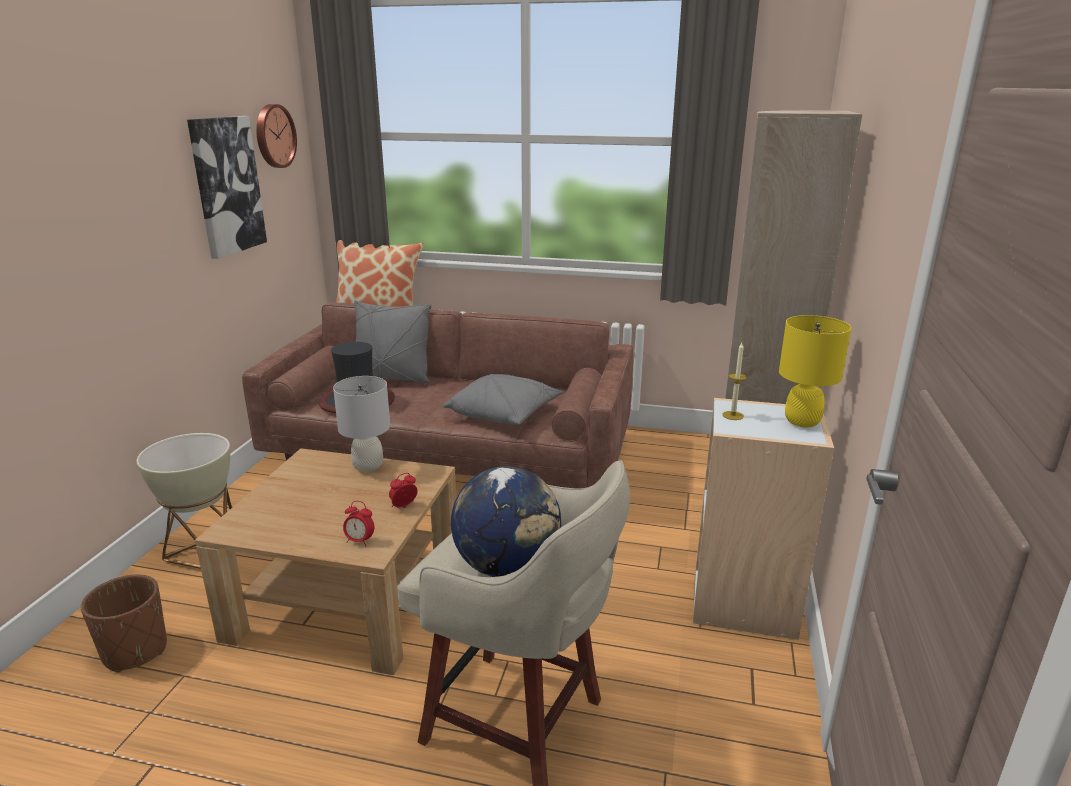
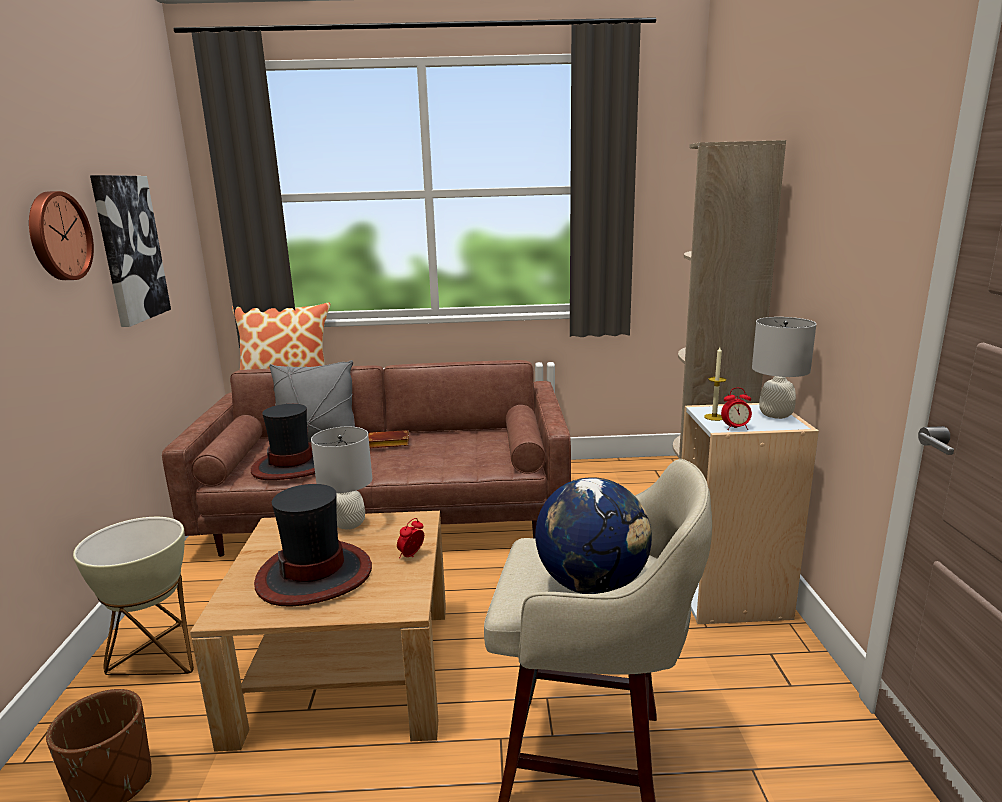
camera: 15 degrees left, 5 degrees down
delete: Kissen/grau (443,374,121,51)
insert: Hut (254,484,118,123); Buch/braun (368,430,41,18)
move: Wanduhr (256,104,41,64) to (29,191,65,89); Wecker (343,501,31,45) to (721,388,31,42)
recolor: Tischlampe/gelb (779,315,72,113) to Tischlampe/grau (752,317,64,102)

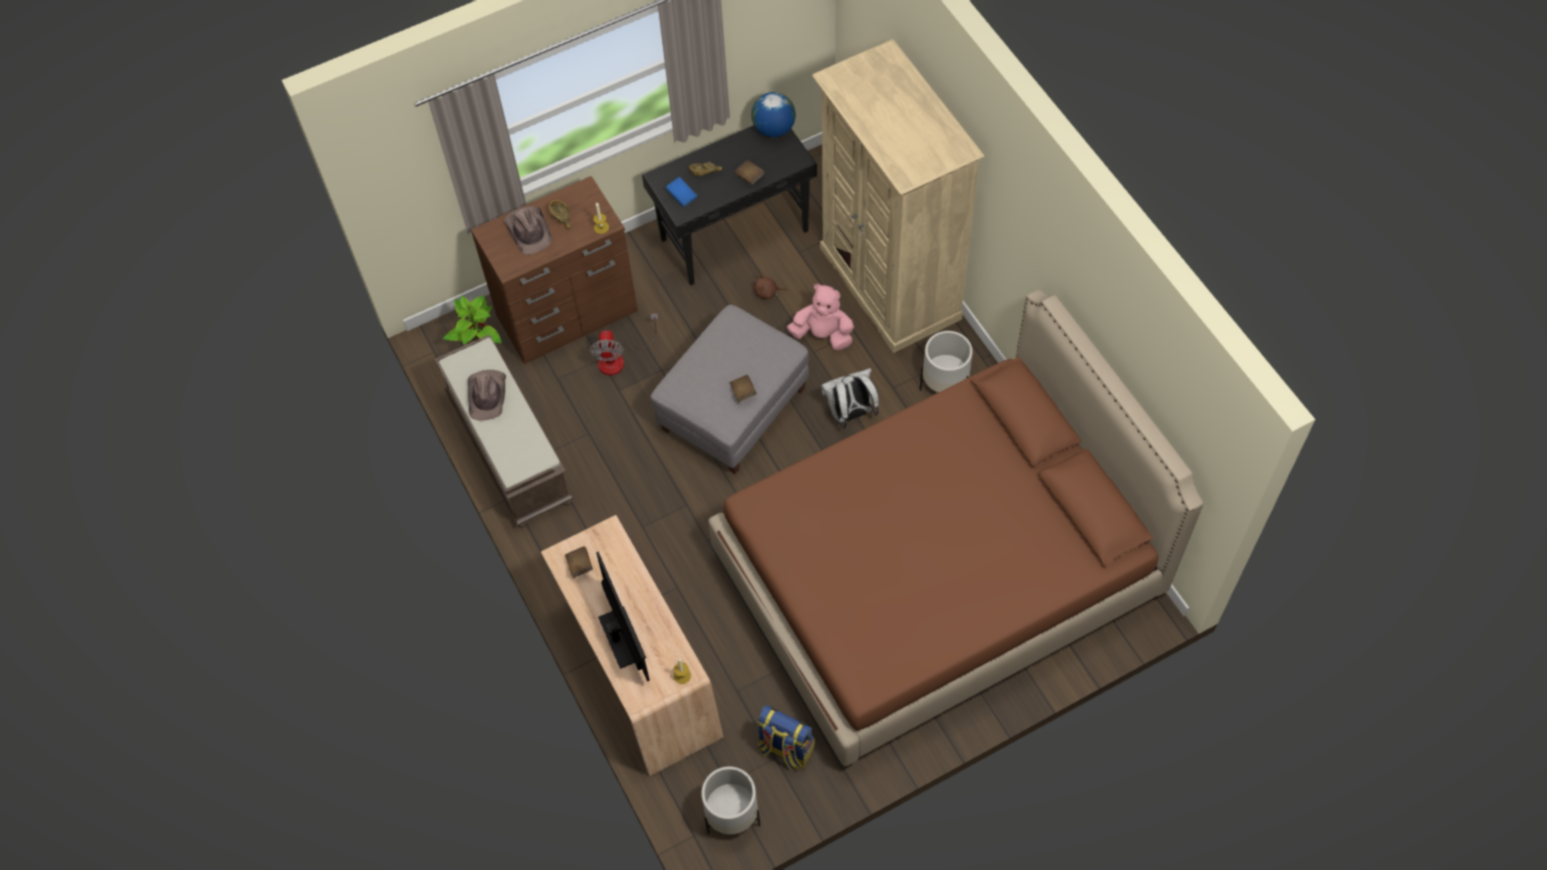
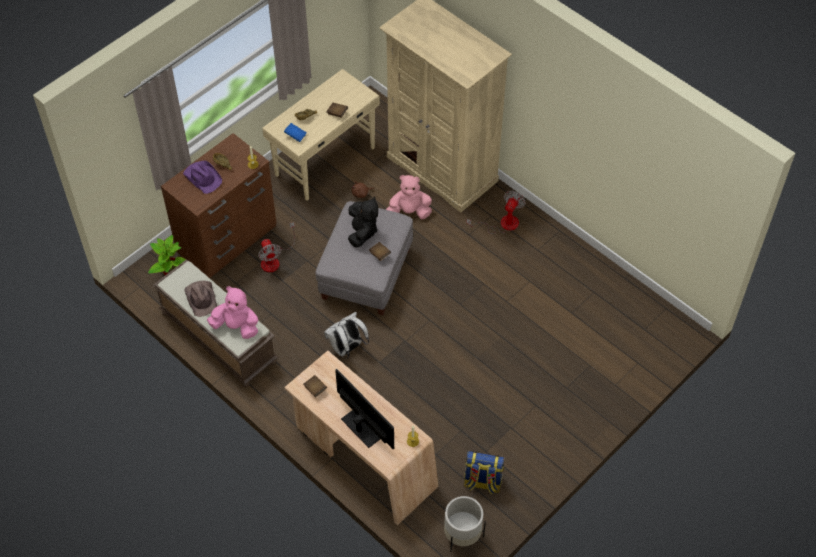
camera: 20 degrees left, 5 degrees down
delete: Bett/braun (708,289,496,479); Globus (751,92,45,45)
insert: Plüschtier/rosa (207,286,51,53); Plüschtier/schwarz (348,196,30,51)
move: Rucksack/weiß (821,368,58,60) to (324,311,45,48)
replace: Pflanzkübel/weiß (920,331,53,62) to Ventilator (466,191,60,43)
recolor: Hut/braun (504,206,48,49) to Hut/lila (183,161,39,33); Konsolentisch/schwarz (642,125,175,160) to Konsolentisch/beige (262,69,118,132)

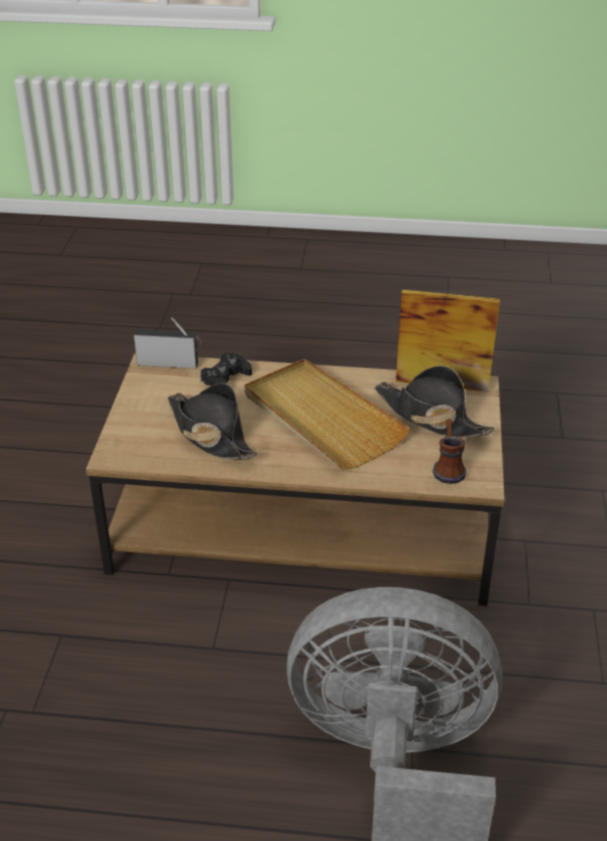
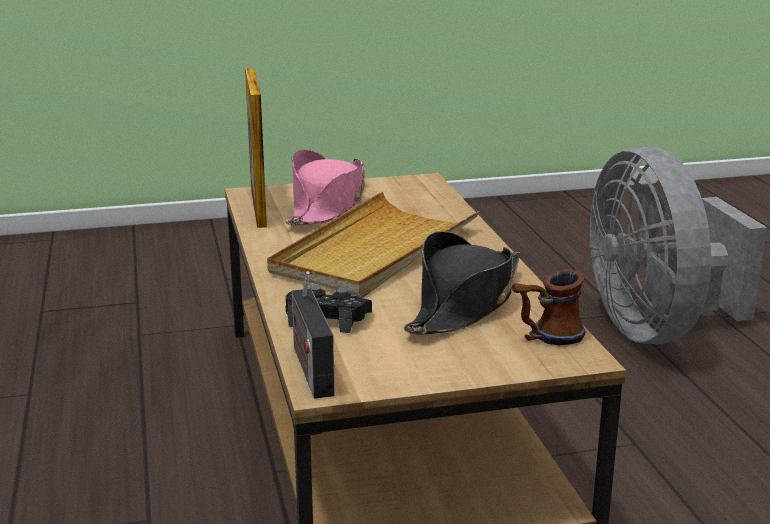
camera: 110 degrees left, 15 degrees down
move: Henkelbecher (433,419,34,65) to (512,269,74,76)
recolor: Hut/schwarz (375,366,120,72) to Hut/rosa (286,149,79,76)

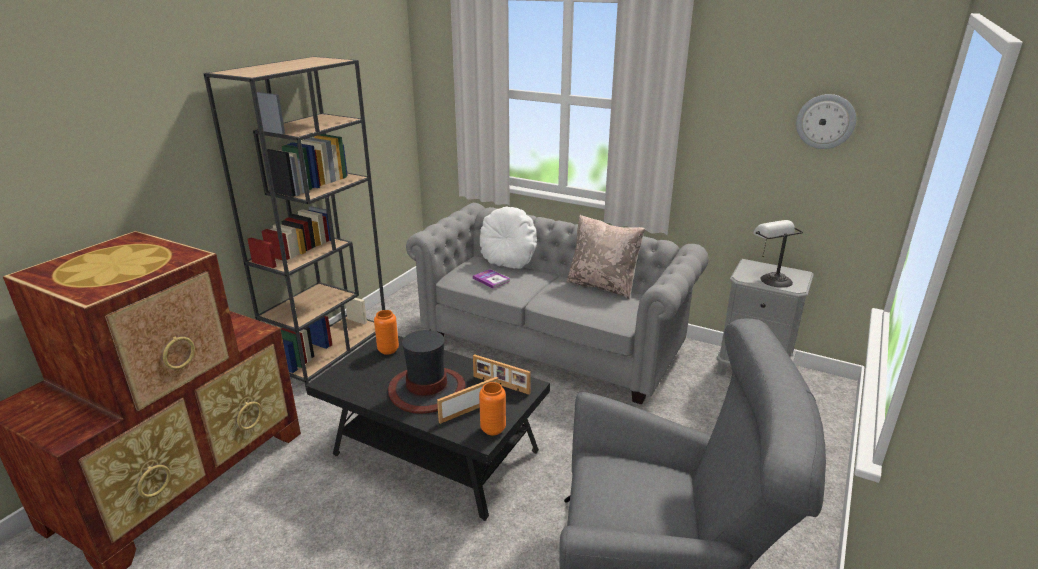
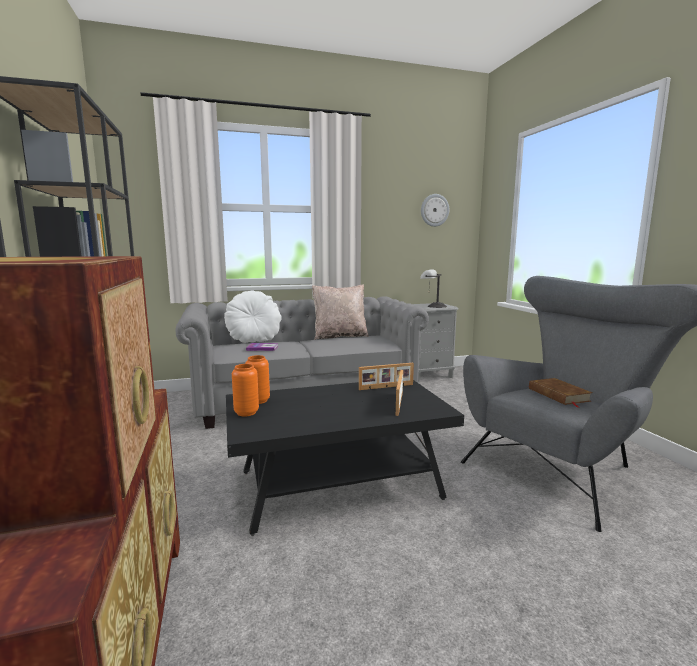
camera: 45 degrees left, 15 degrees down
delete: Hut (388,330,77,84)
insert: Buch/braun (529,378,63,30)
move: Vase/orange (479,382,27,54) to (232,364,27,53)

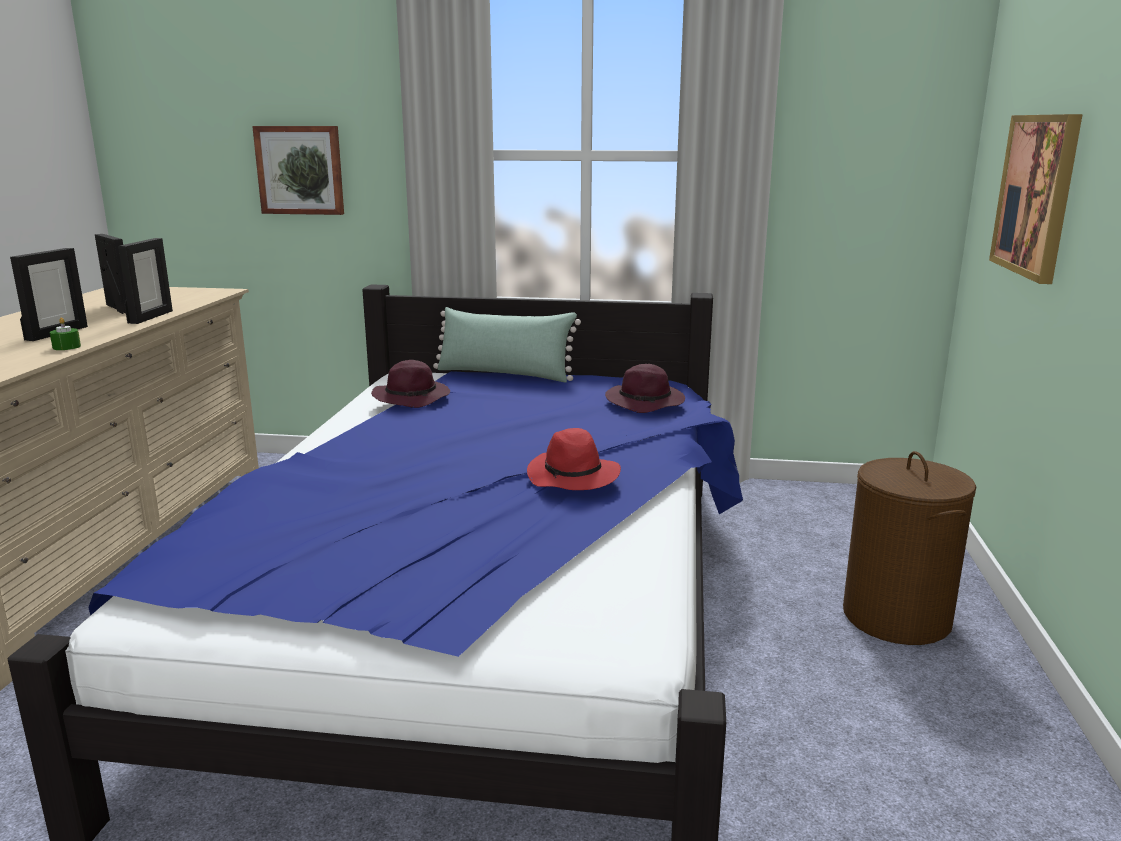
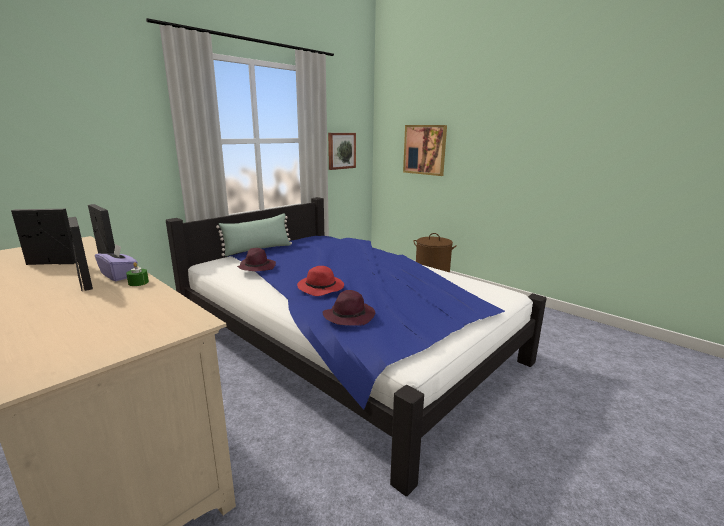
camera: 55 degrees left, 0 degrees up
insert: Taschentuchbox/lila (95,244,43,37)
move: Hut/rot (527,428,94,62) to (297,266,47,30); Hut/lila (605,364,80,49) to (323,290,52,36); Bild (252,126,92,89) to (328,133,28,37)

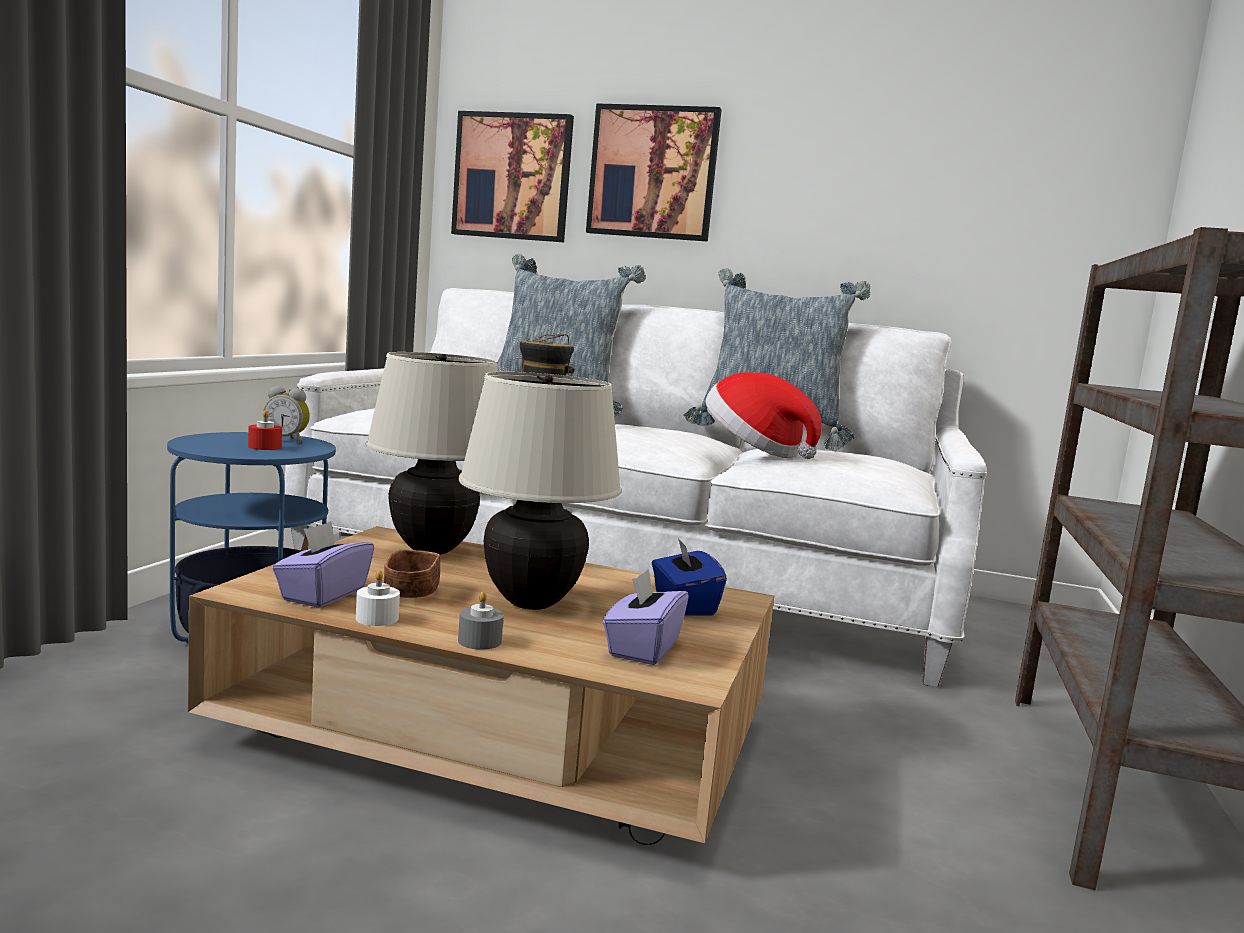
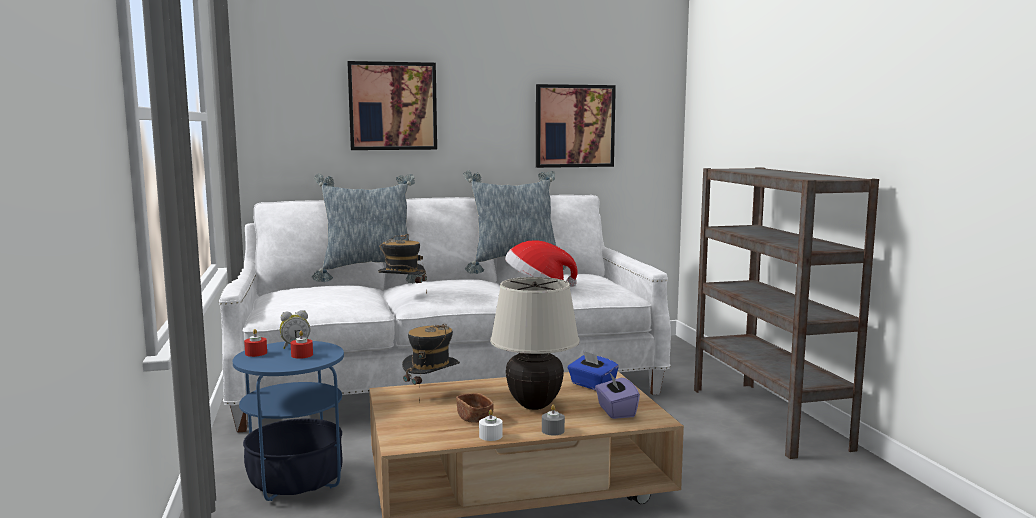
camera: 30 degrees left, 0 degrees up
delete: Taschentuchbox/lila (272,521,102,87)
insert: Kerze/rot (244,329,23,28)
move: Bild (451,111,123,131) to (536,84,80,84)
replace: Tischlampe/beige (366,352,132,203) to Hut (402,324,58,79)

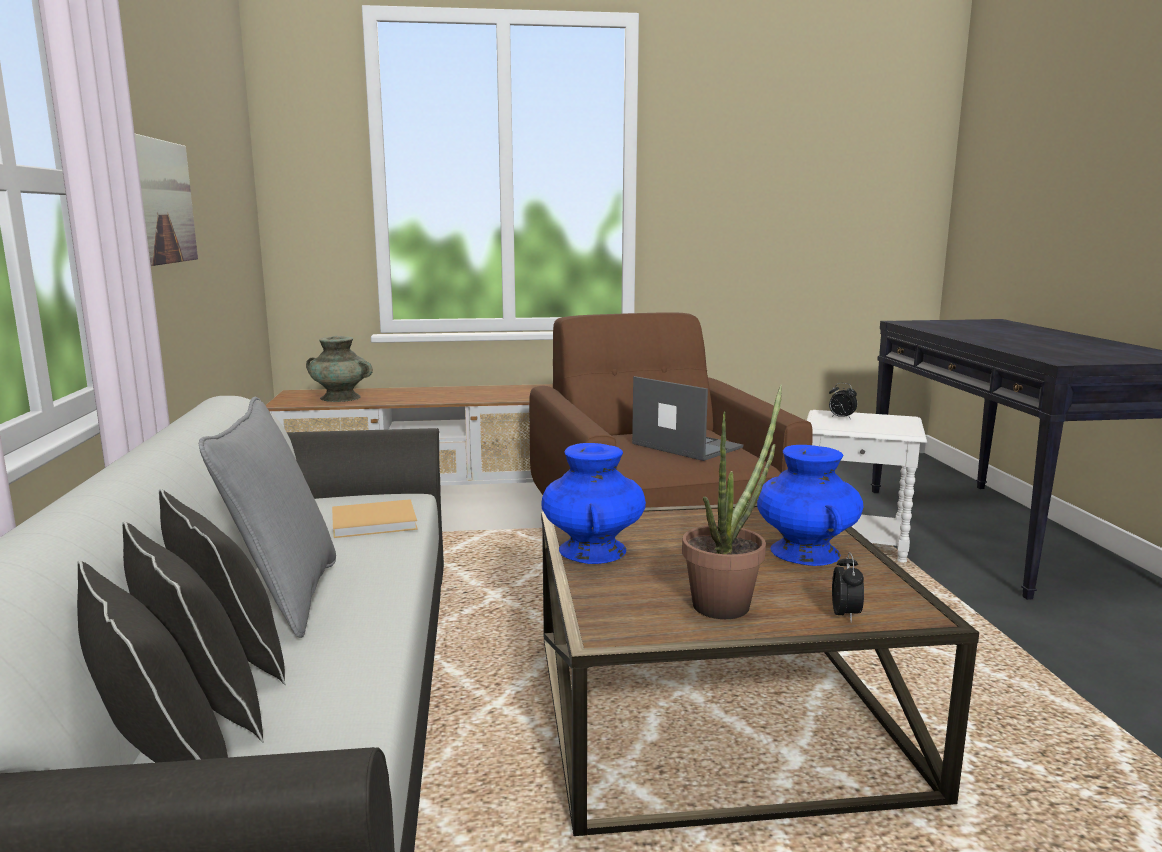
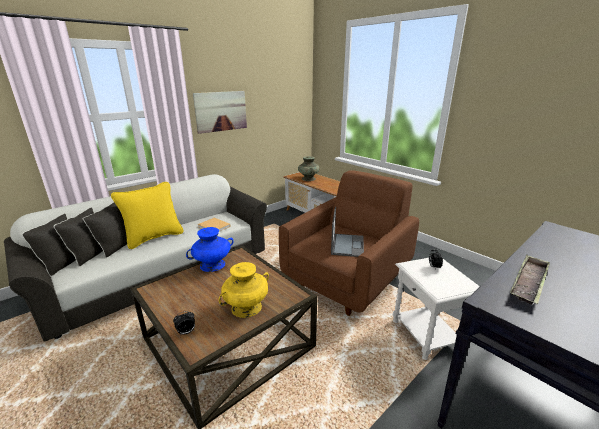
camera: 55 degrees right, 10 degrees up
delete: Topfpflanze (682,384,100,235)
insert: Tablett (510,255,40,50)
recolor: Kissen/grau (199,397,137,241) to Kissen/gelb (111,182,73,67); Vase/blau (757,445,106,121) to Vase/gelb (219,262,50,56)

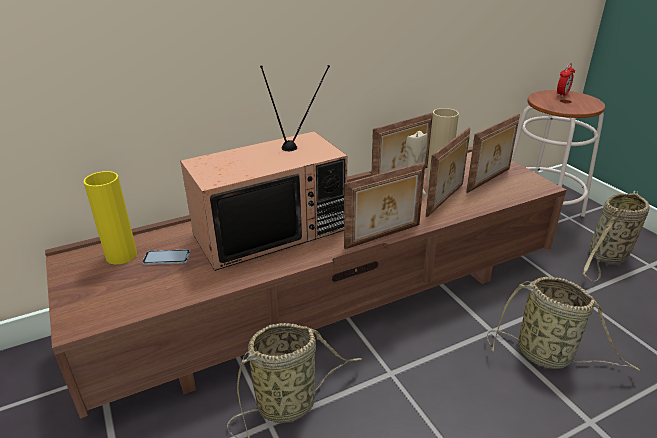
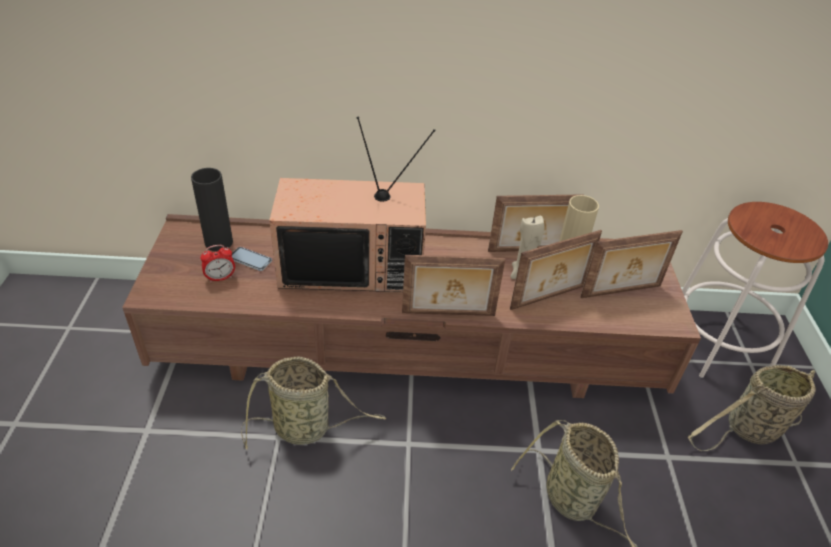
camera: 25 degrees right, 10 degrees up
move: Wecker (557,63,18,34) to (200,245,35,38)
recolor: Vase/gelb (83,171,54,94) to Vase/schwarz (191,168,42,83)

